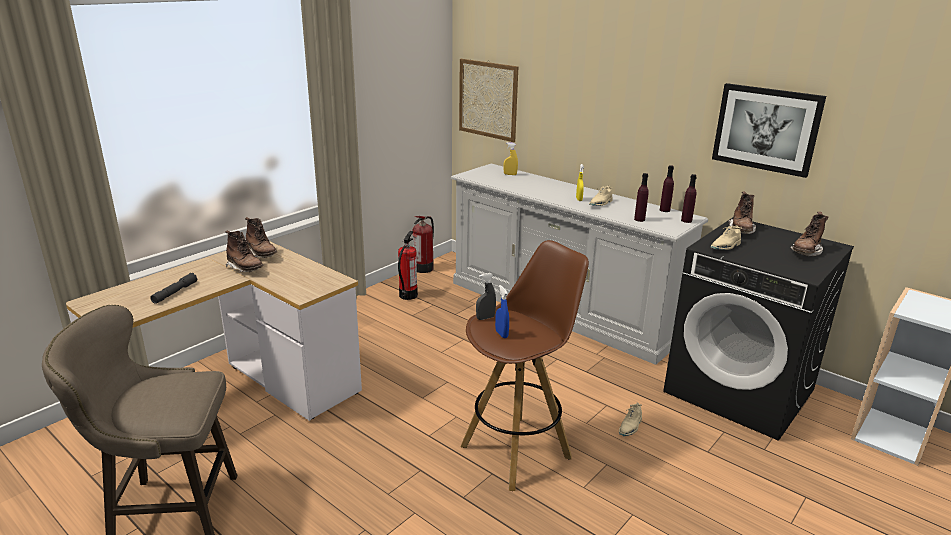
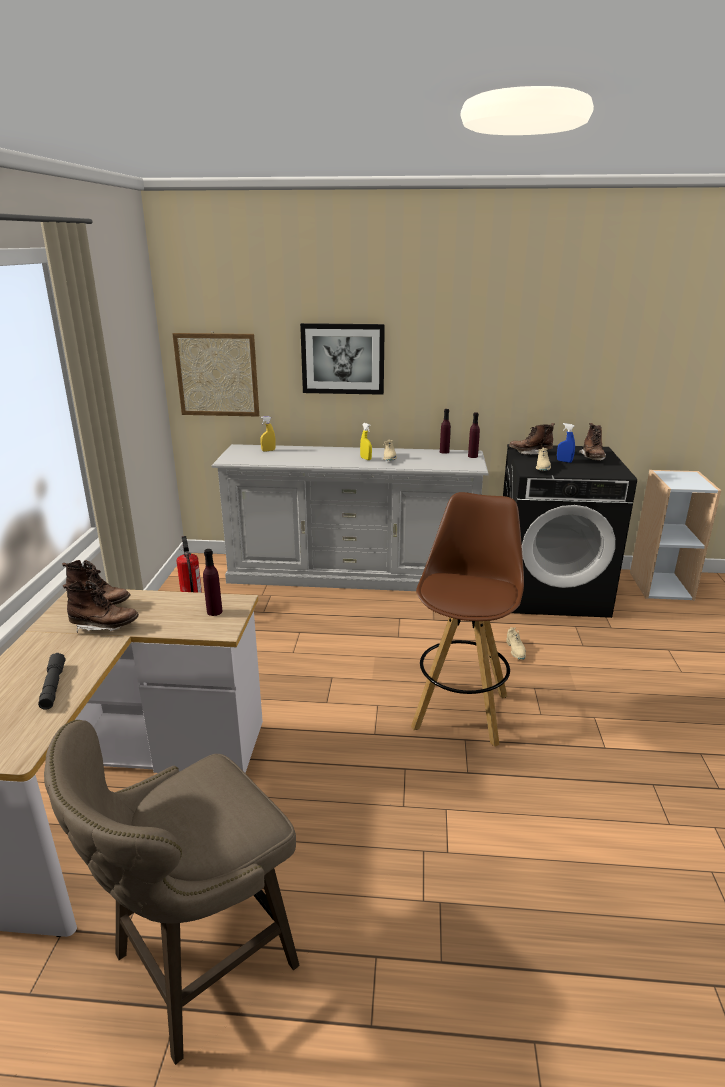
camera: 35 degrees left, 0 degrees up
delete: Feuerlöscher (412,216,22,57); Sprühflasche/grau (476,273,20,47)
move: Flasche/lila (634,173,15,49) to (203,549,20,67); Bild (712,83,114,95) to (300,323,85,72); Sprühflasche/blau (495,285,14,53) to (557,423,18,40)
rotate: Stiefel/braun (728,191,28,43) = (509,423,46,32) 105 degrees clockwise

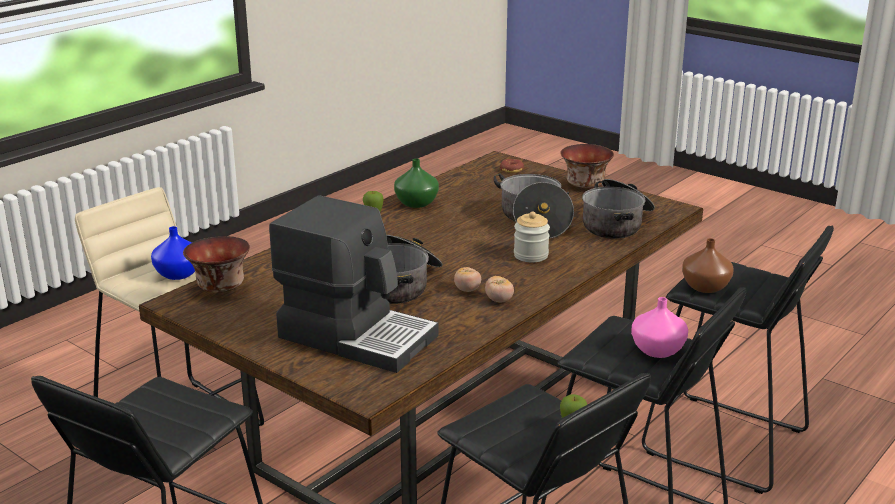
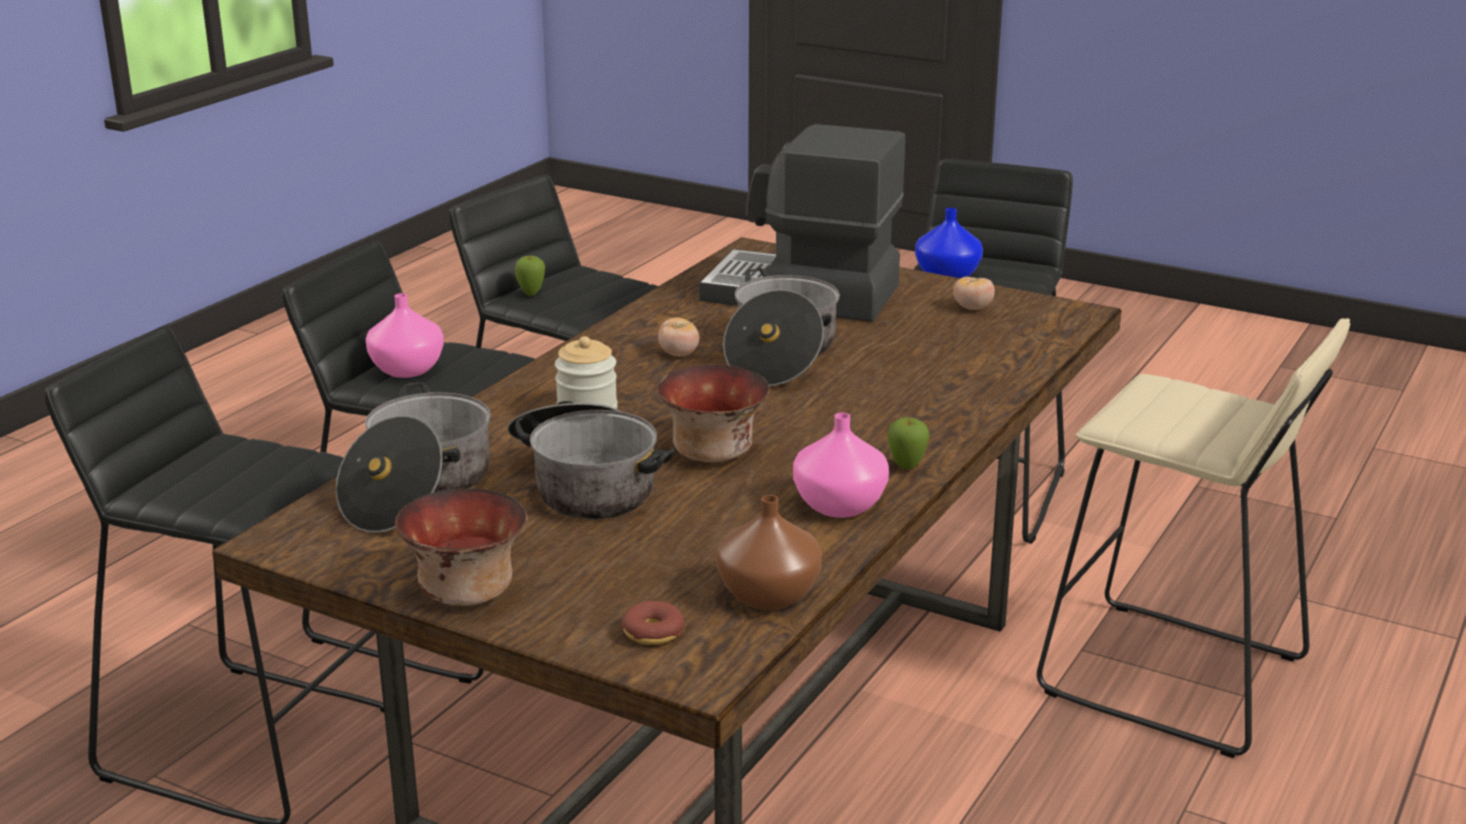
camera: 170 degrees right, 0 degrees up
move: Schüssel (183,236,67,57) to (657,364,113,99); Vase/braun (682,238,52,55) to (716,495,106,115); Vase/blau (151,226,44,54) to (915,208,68,70); Tomate (485,276,29,26) to (953,277,42,33)
recolor: Vase/grün (394,159,45,49) to Vase/rosa (793,413,96,105)

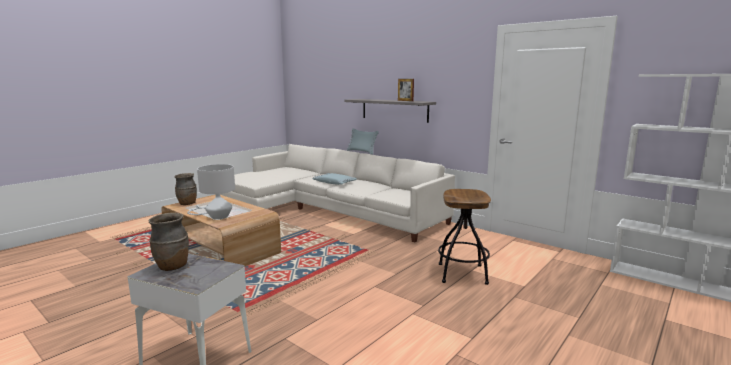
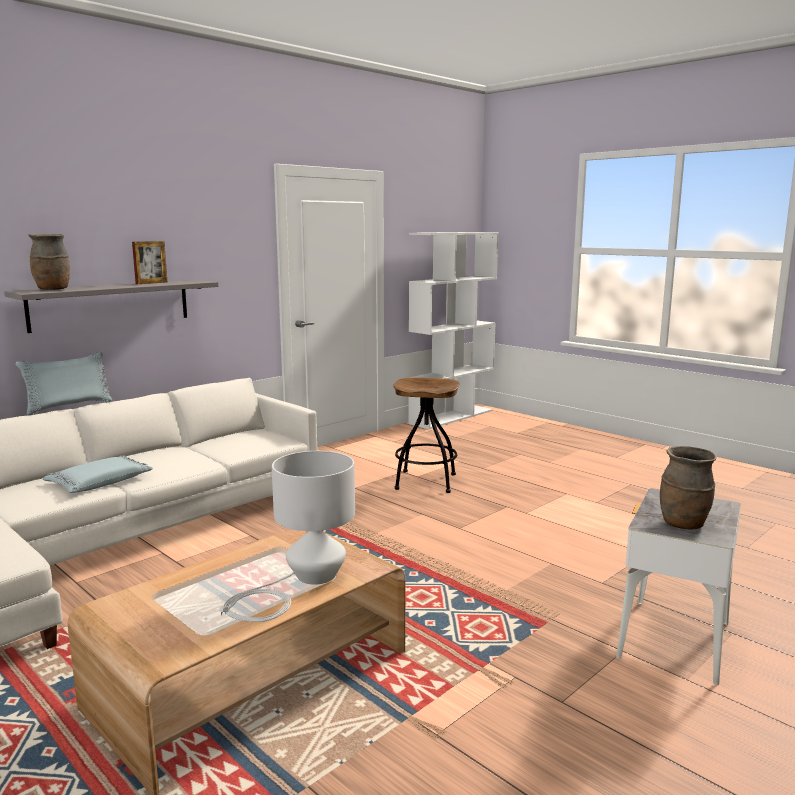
camera: 85 degrees left, 0 degrees up
move: Vase/braun (174,173,23,32) to (28,234,42,56)

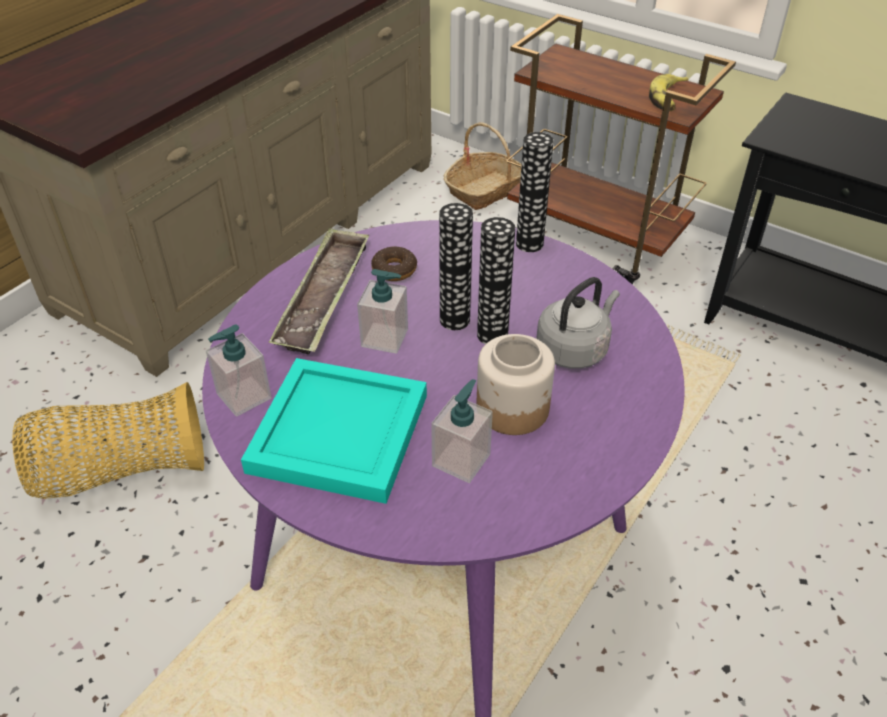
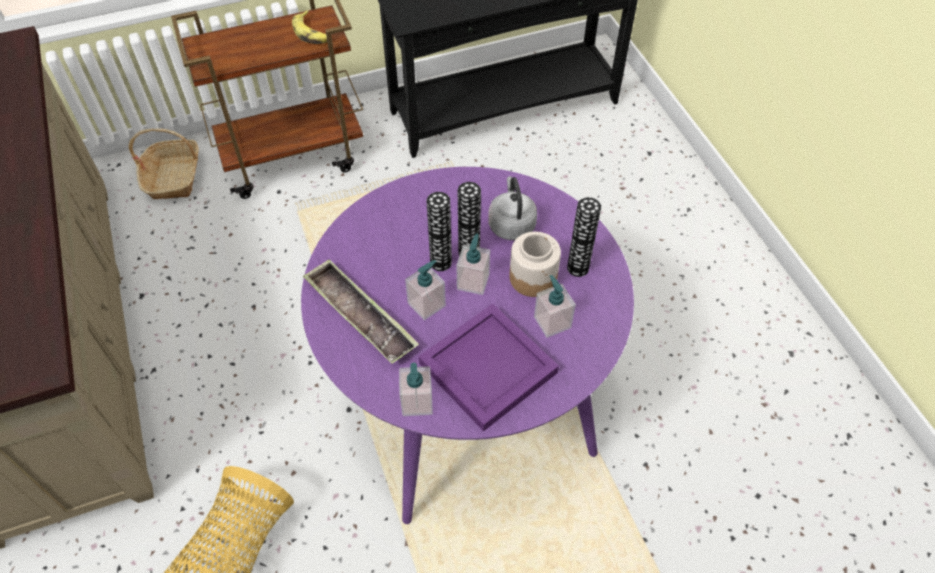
camera: 55 degrees left, 10 degrees up
delete: Donut (371,247,46,34)
insert: Seifenspender (457,234,33,61)
move: Vase (516,132,38,120) to (567,197,34,80)
recolor: Tablett/türkis (241,358,186,146) to Tablett/lila (419,303,140,128)

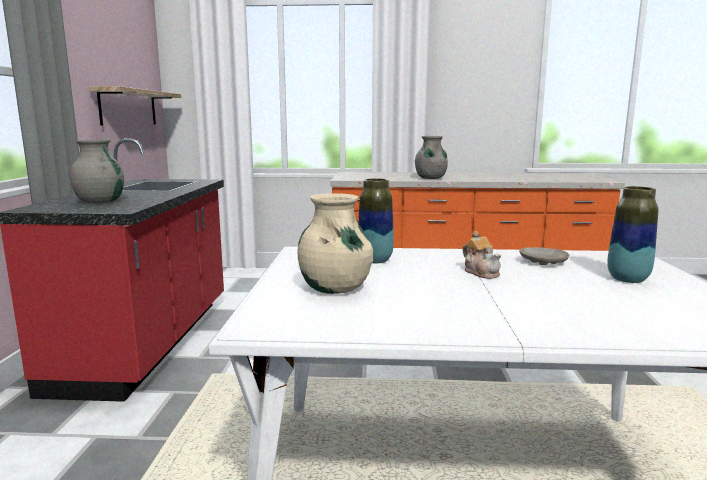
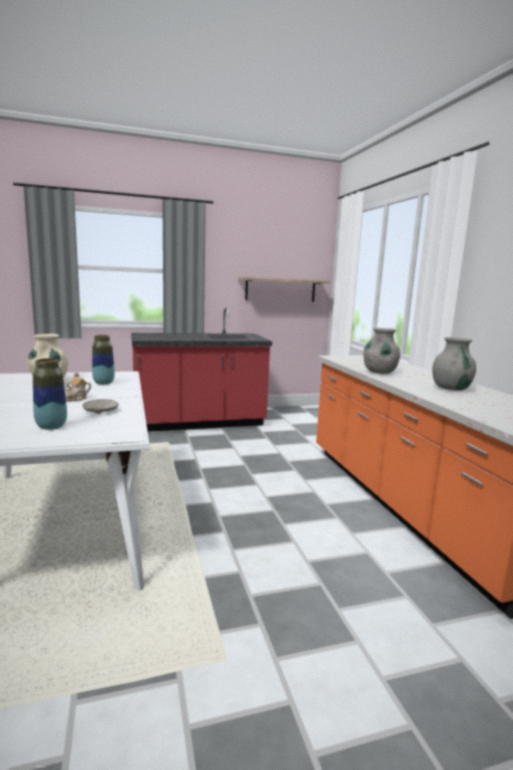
camera: 70 degrees right, 0 degrees up
move: Vase/grau (71,139,53,65) to (432,337,44,54)

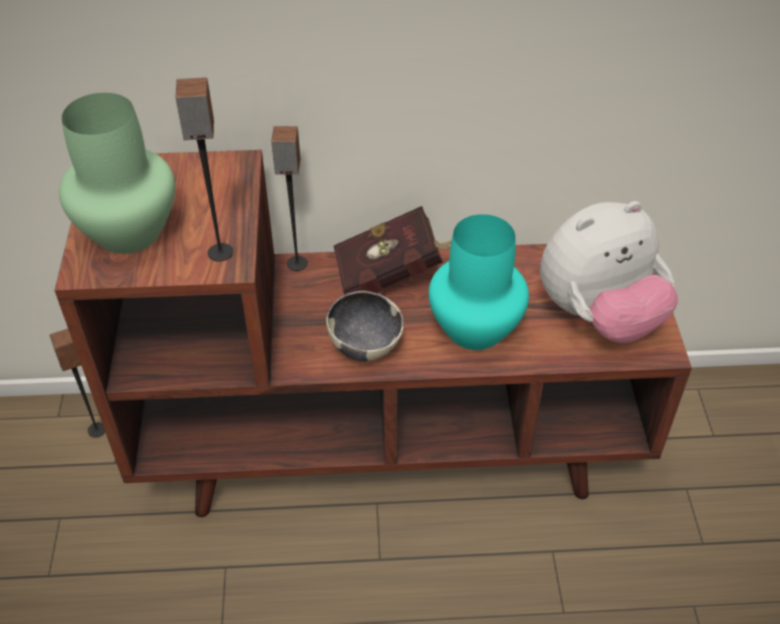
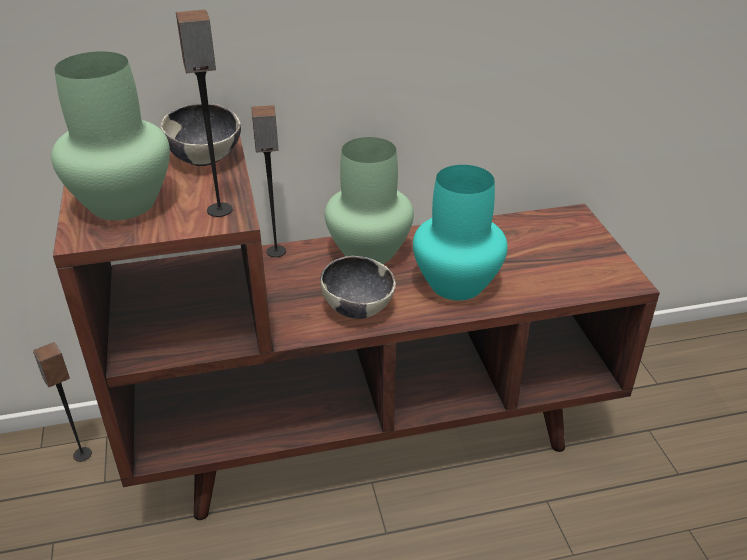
camera: 10 degrees left, 10 degrees down
delete: Plüschtier (540,201,138,142)
insert: Schüssel (161,103,80,63)
replace: Buch/rot (334,206,117,89) to Vase/grün (325,137,89,127)

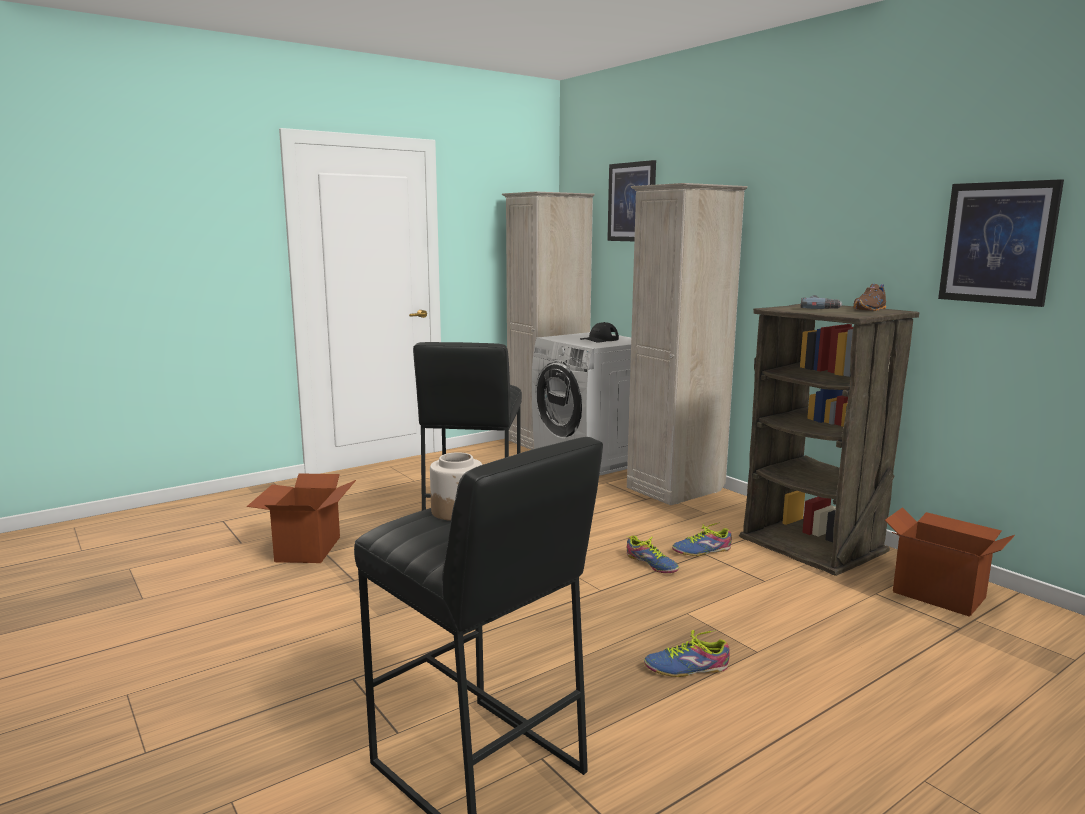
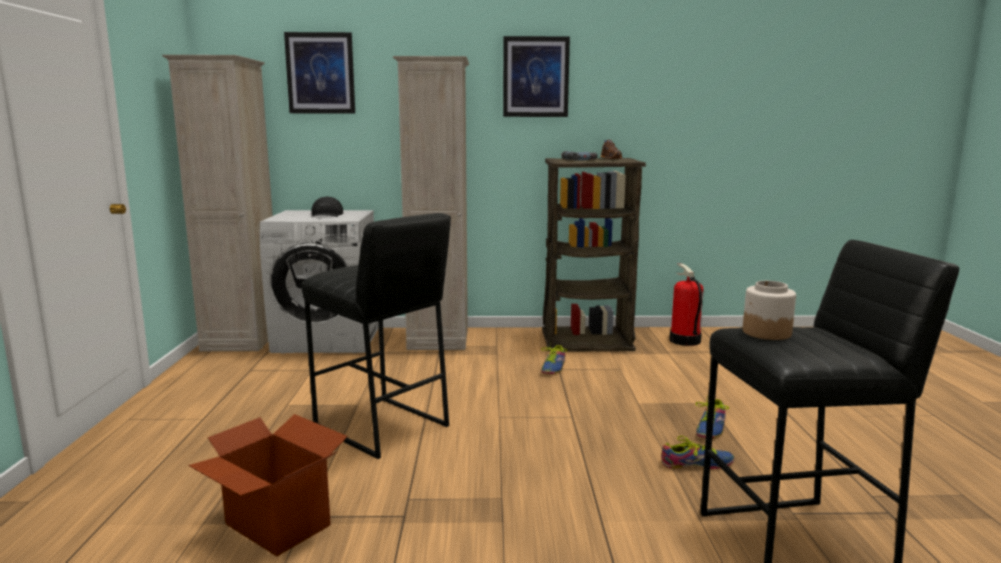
camera: 55 degrees left, 0 degrees up
move: Bild (938,179,126,128) to (503,36,67,81); Schuh (627,536,52,37) to (661,436,74,33)
replace: Karton (885,507,130,110) to Feuerlöscher (669,264,35,82)

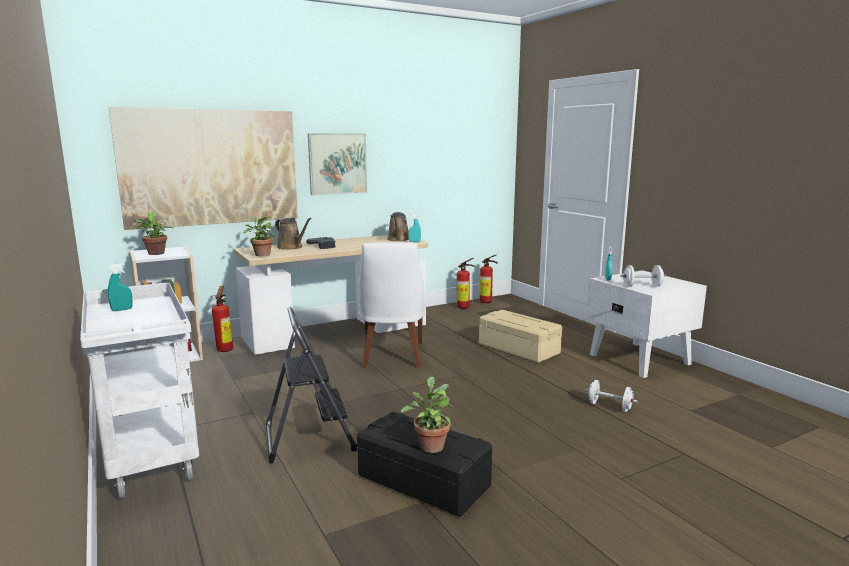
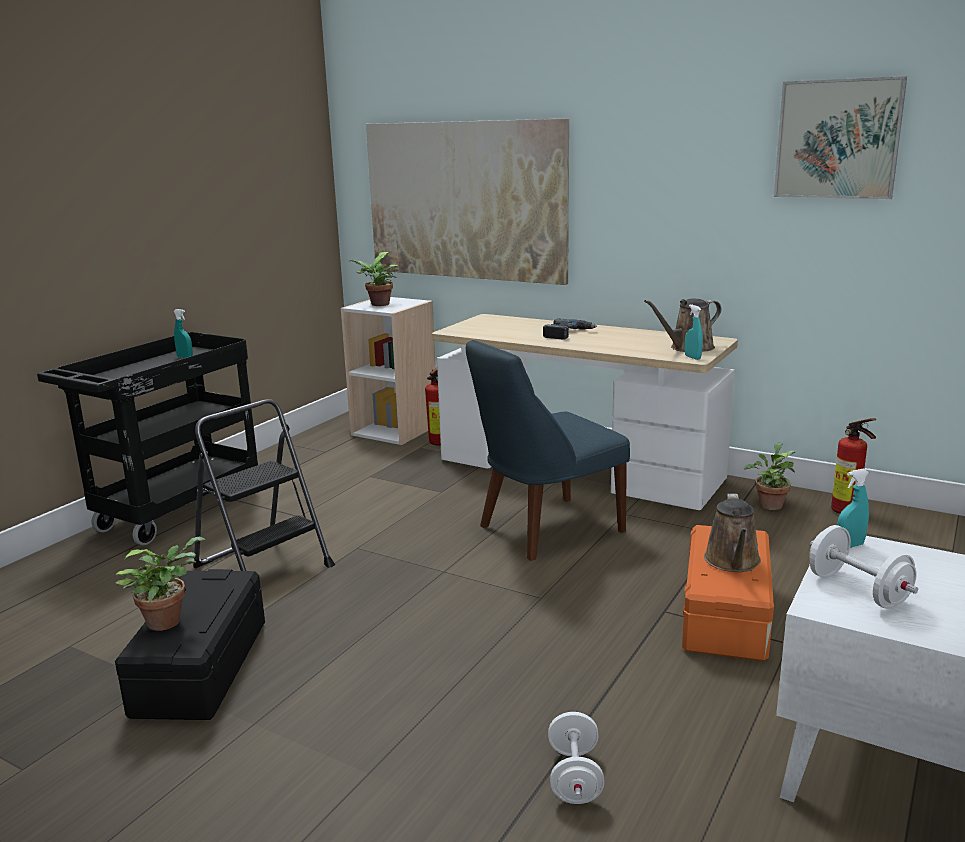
camera: 60 degrees right, 5 degrees up
delete: Feuerlöscher (480,254,18,49)
move: Gießkanne/braun (275,218,37,32) to (704,494,57,78); Topfpflanze (243,215,31,41) to (744,442,51,68); Bild (308,133,59,62) to (774,76,133,123)
recolor: Rollwagen/weiß (80,283,119,216) to Rollwagen/schwarz (37,332,221,213); Stuhl/weiß (358,242,67,126) to Stuhl/blau (466,340,164,221); Aufbewahrungsbox/beige (479,310,83,53) to Aufbewahrungsbox/orange (682,525,92,136)

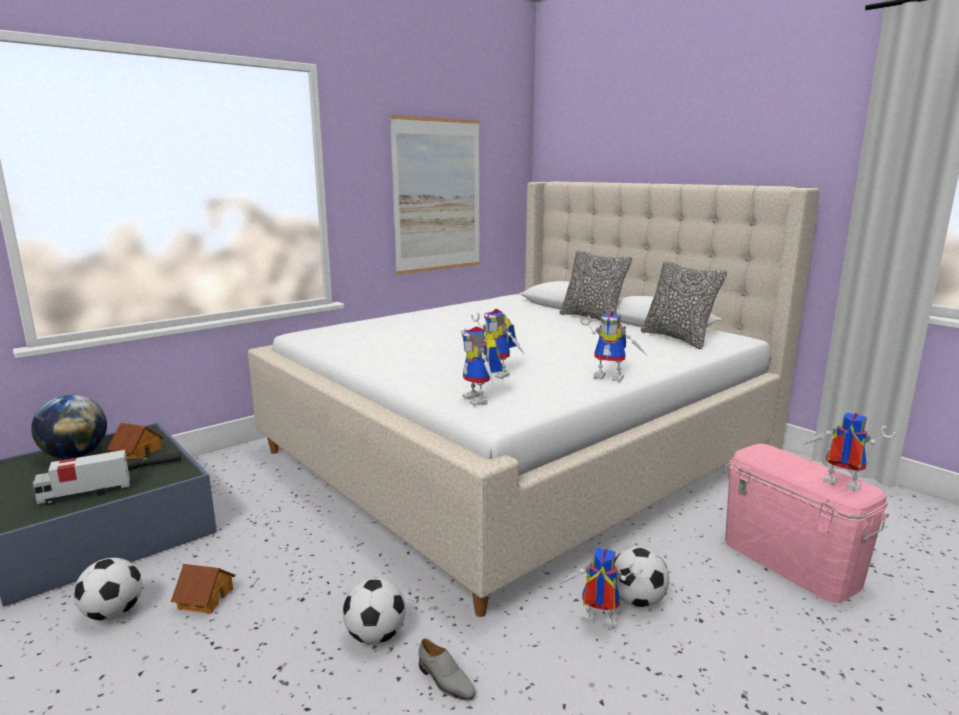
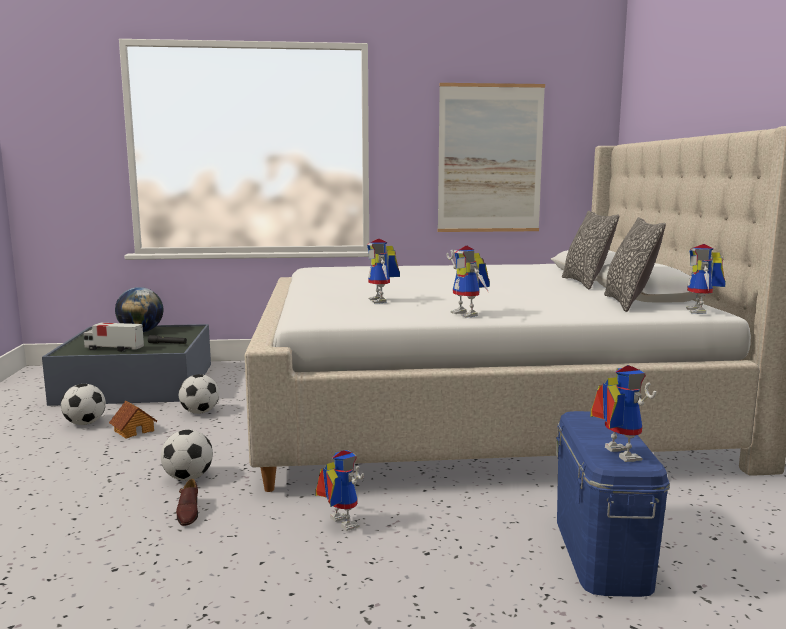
camera: 35 degrees right, 5 degrees down
delete: Spielzeughaus (107,422,57,37)
move: Fußball (615,547,54,60) to (179,374,40,40); Spielzeugroboter (461,327,41,79) to (686,244,40,70)
recolor: Schuh/grau (418,638,57,63) to Schuh/braun (176,479,22,47); Aufbewahrungsbox/rosa (725,444,164,159) to Aufbewahrungsbox/blau (556,411,114,186)

